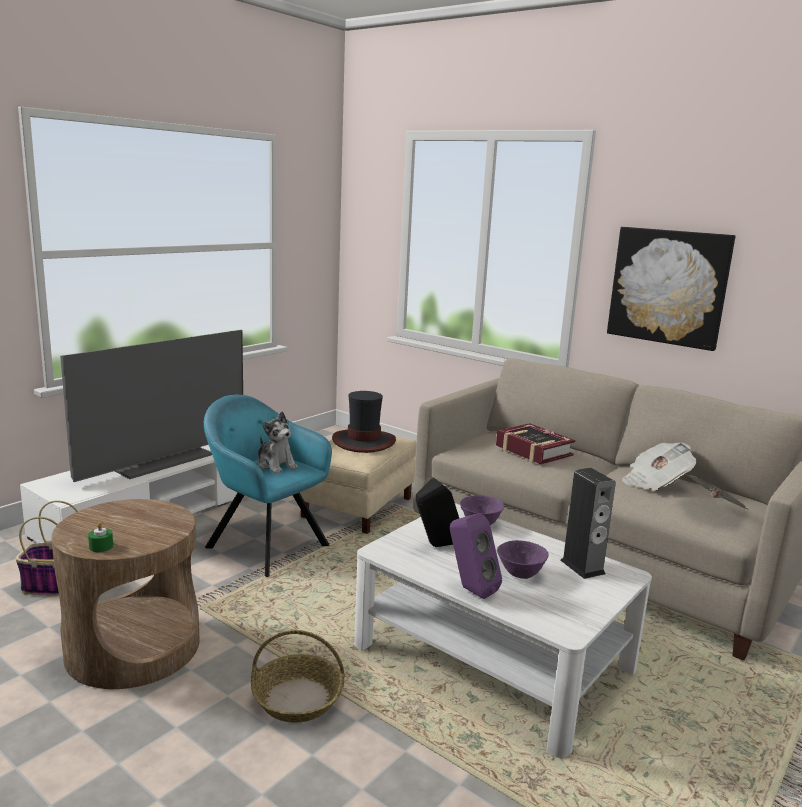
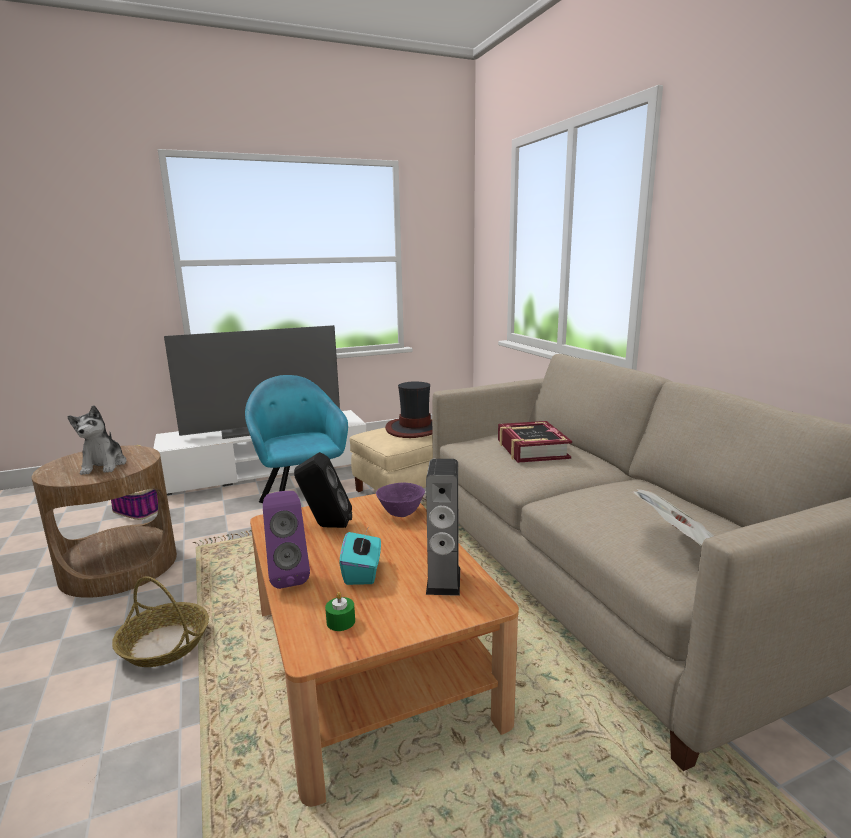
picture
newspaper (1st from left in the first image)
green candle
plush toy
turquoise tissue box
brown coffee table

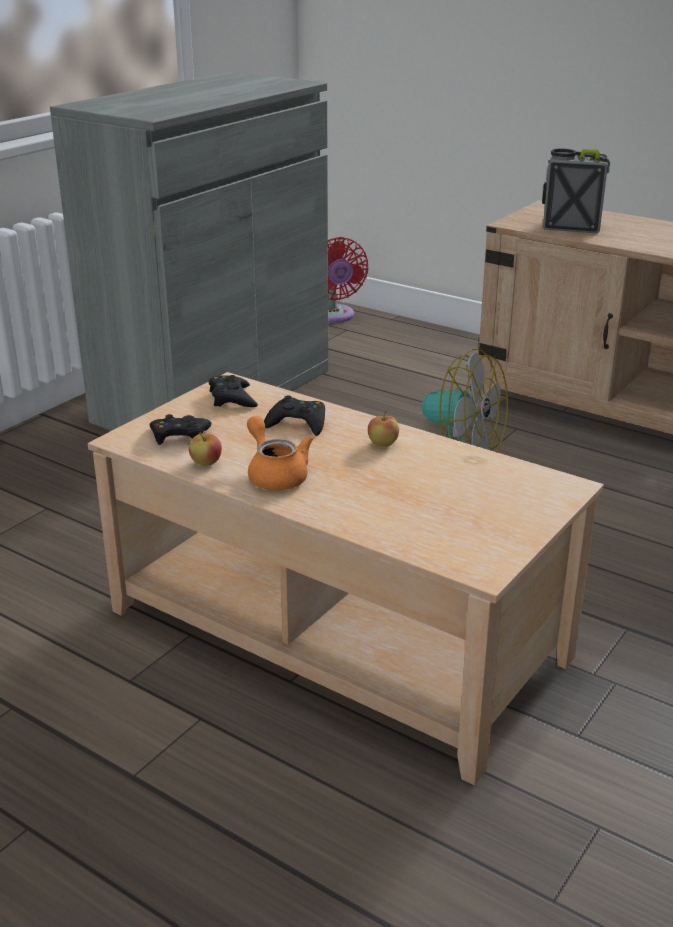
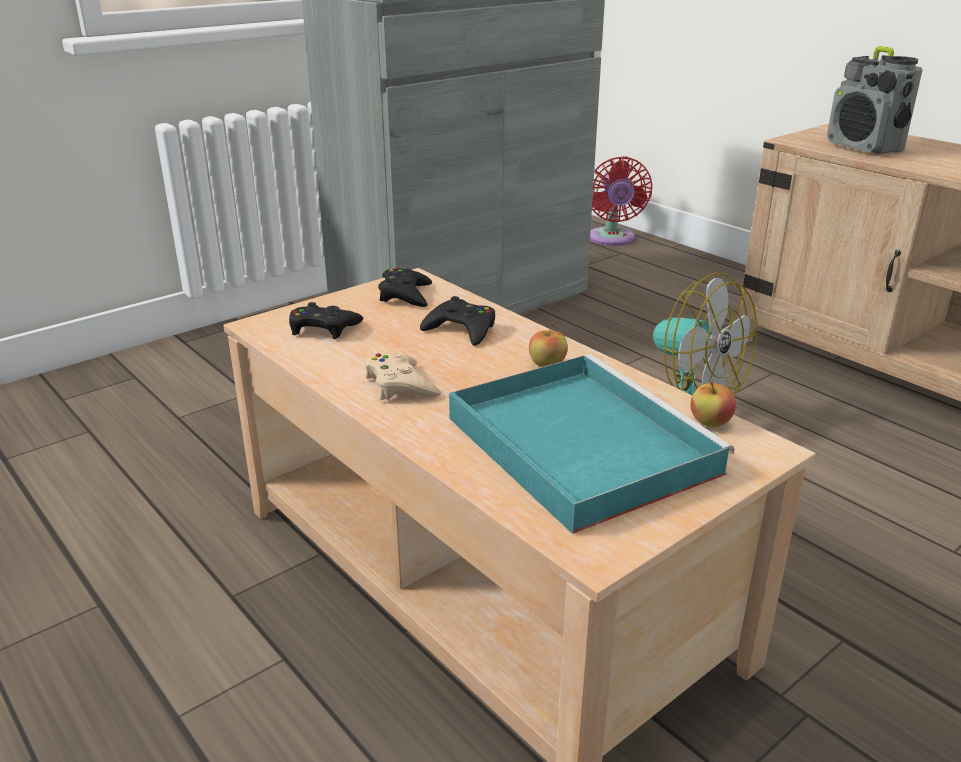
turquoise tray
apple (2nd from left)
beige game controller
radio

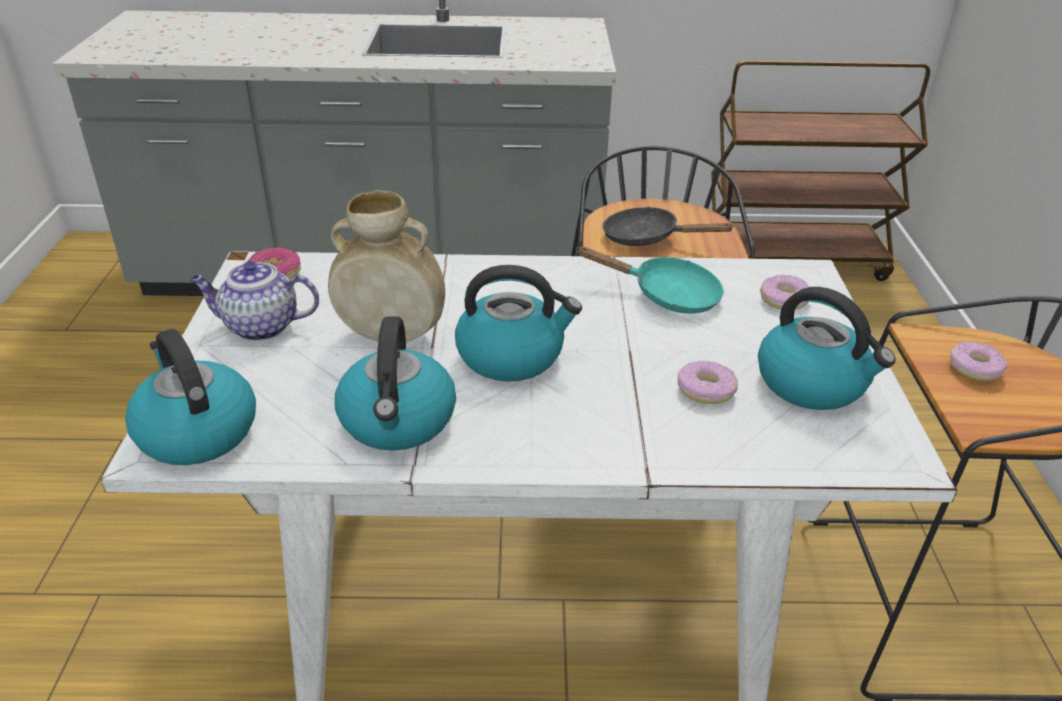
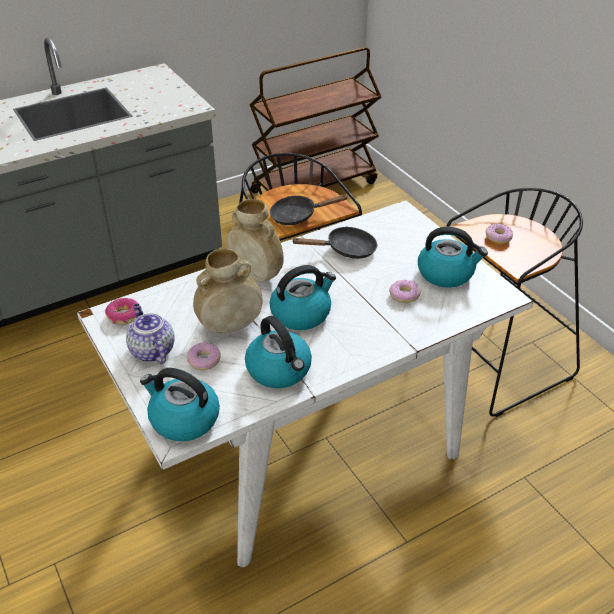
beige vase (2nd from left)
donut (2nd from left)
black frying pan (2nd from left)
teapot

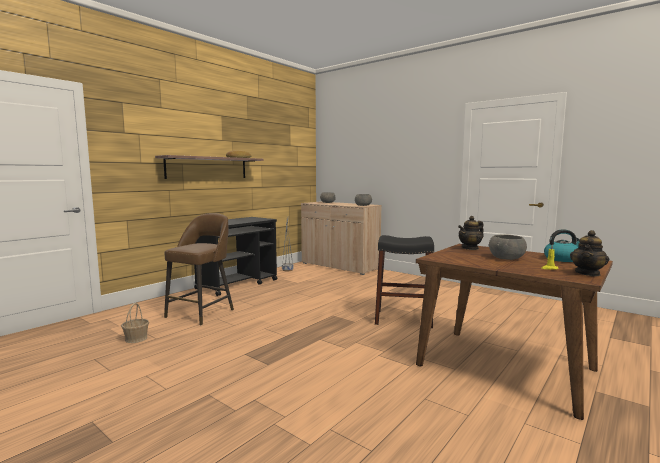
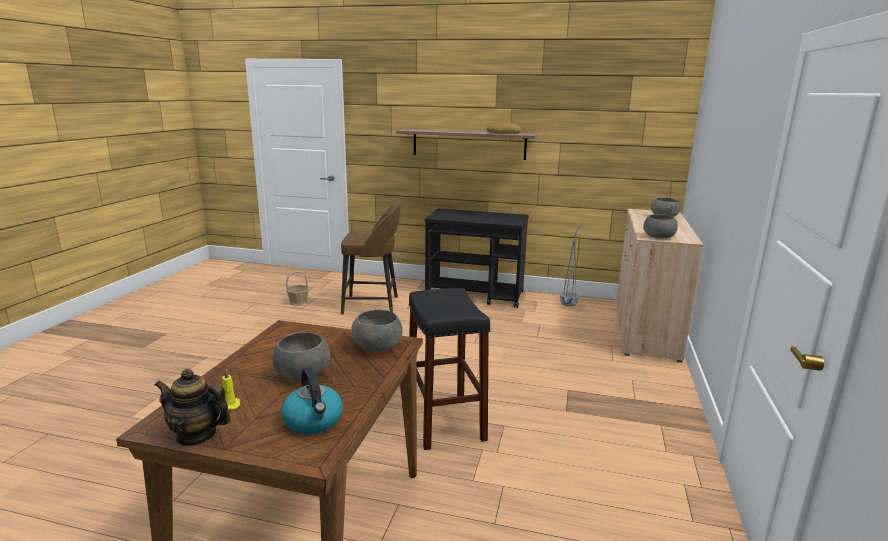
grey bowl (2nd from left)

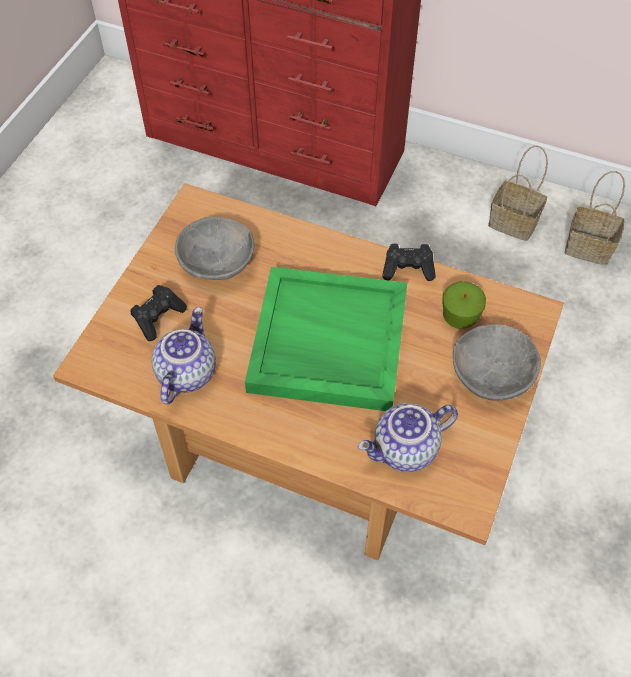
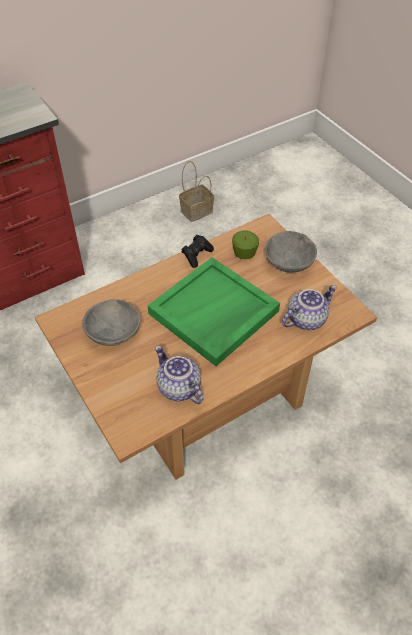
black game controller (1st from left in the first image)
basket (1st from left in the first image)
teapot (2nd from left)

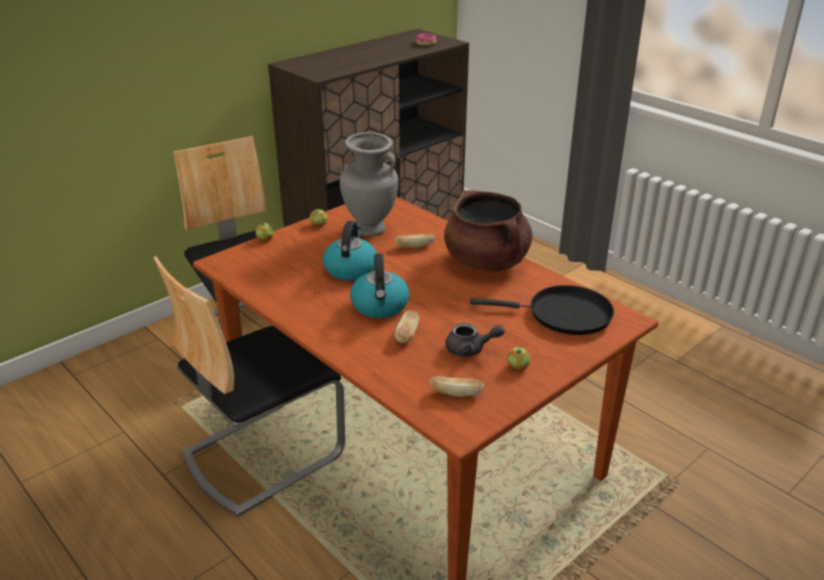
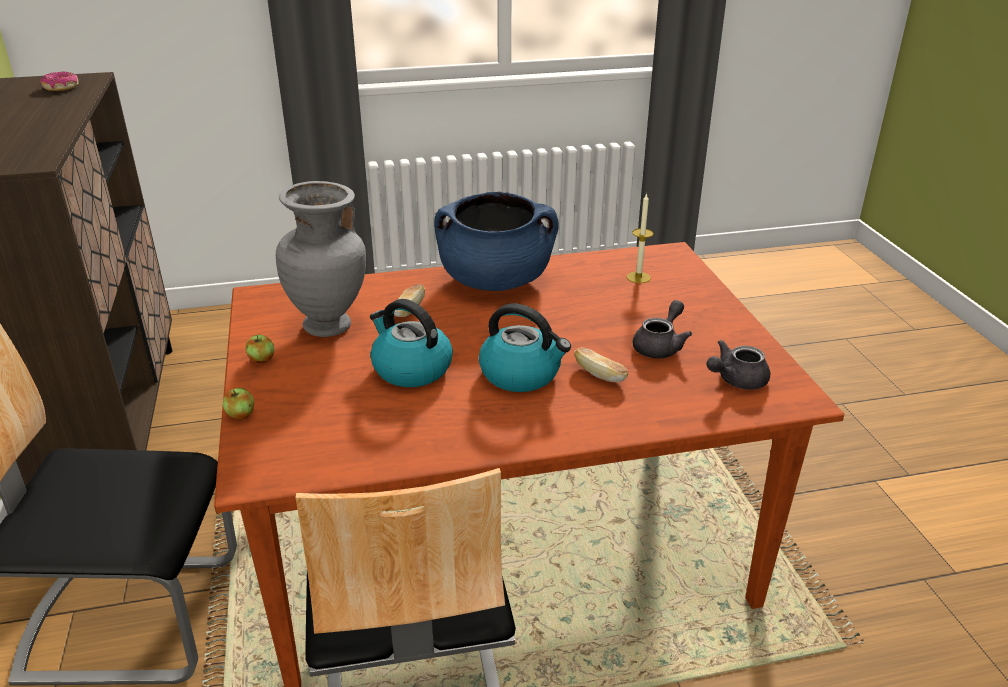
apple (3rd from left in the first image)
grey teapot (2nd from left)
candle
blue cooking pot

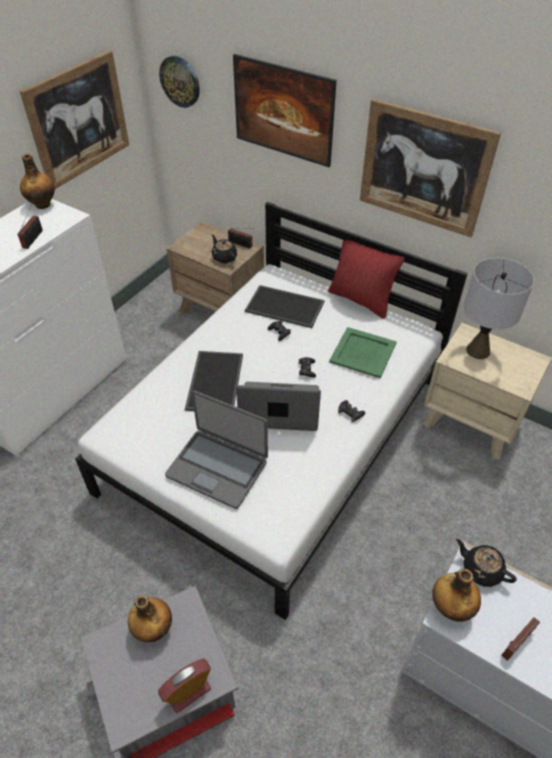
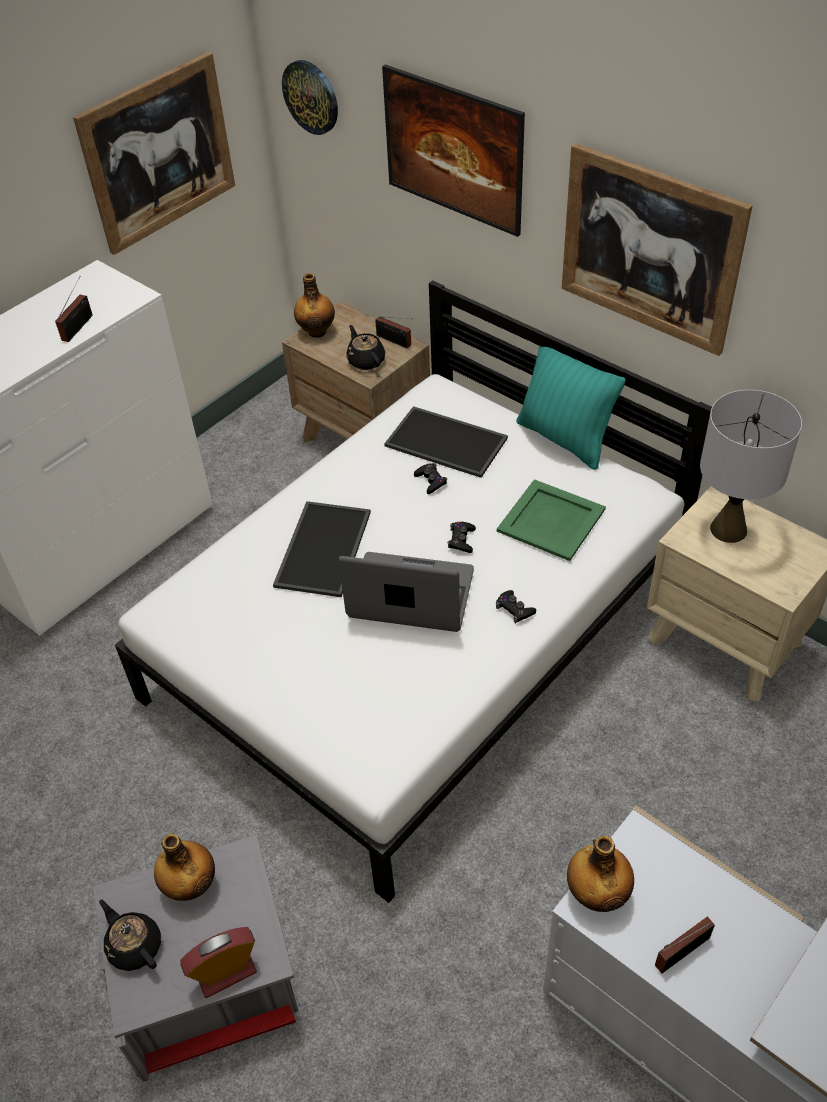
laptop (1st from left in the first image)
bottle (2nd from left)
black teapot (1st from left)
turquoise pillow

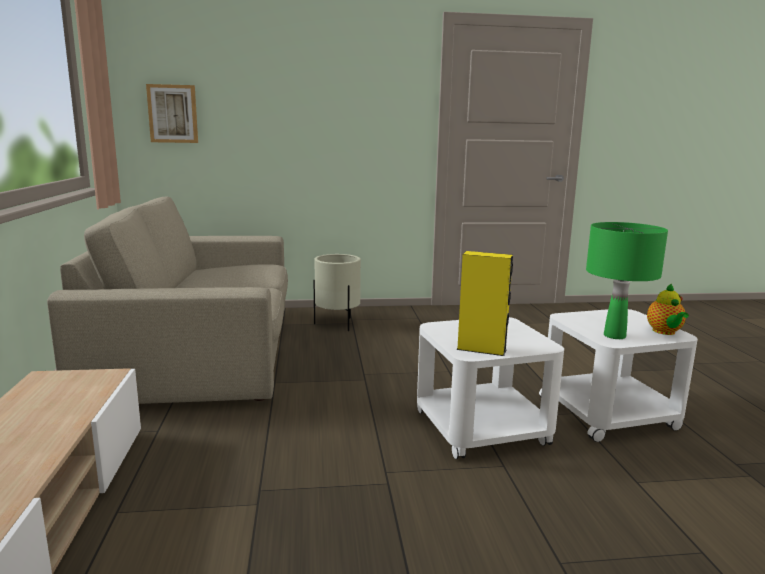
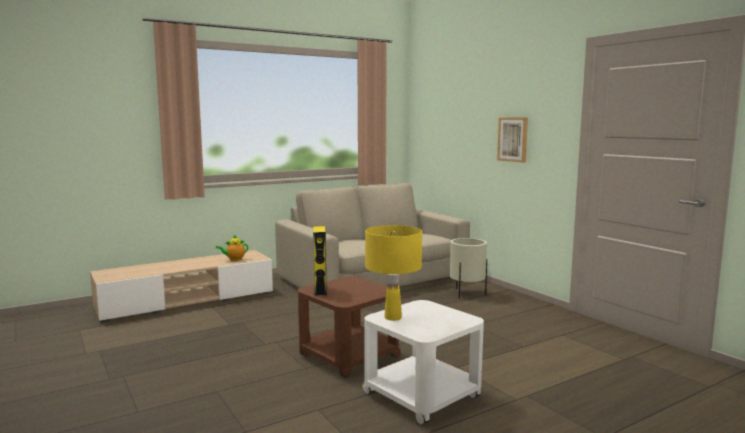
picture
teapot
brown side table
yellow table lamp

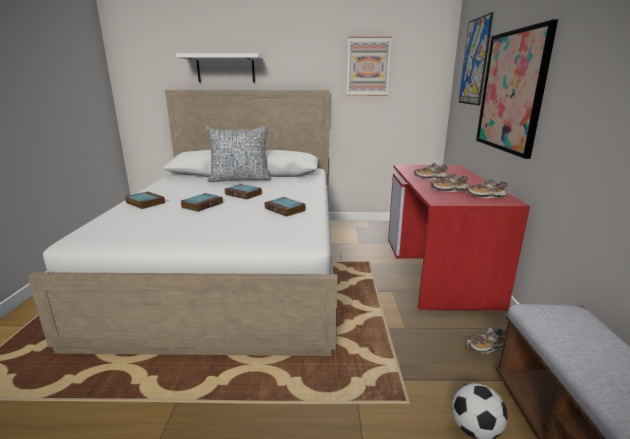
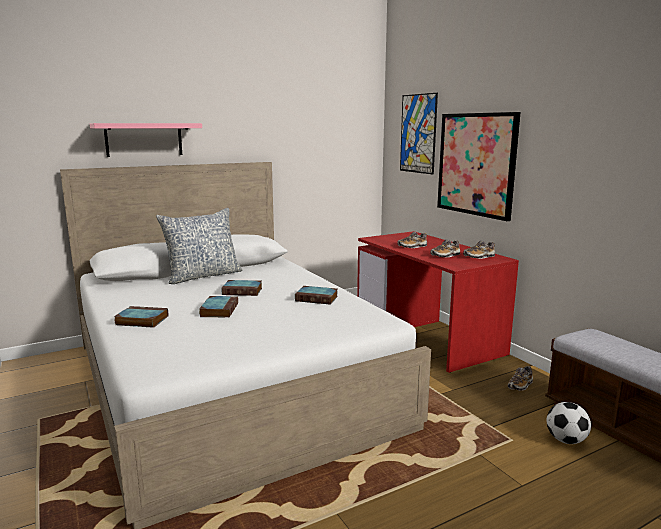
picture (1st from left in the first image)
pink shelf

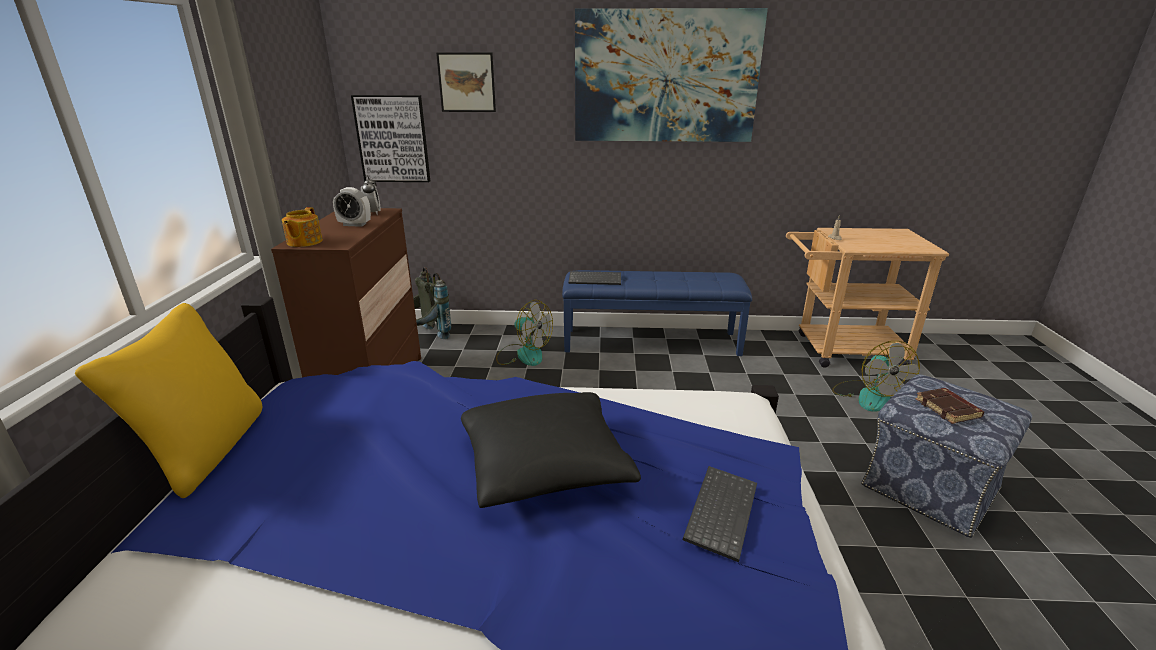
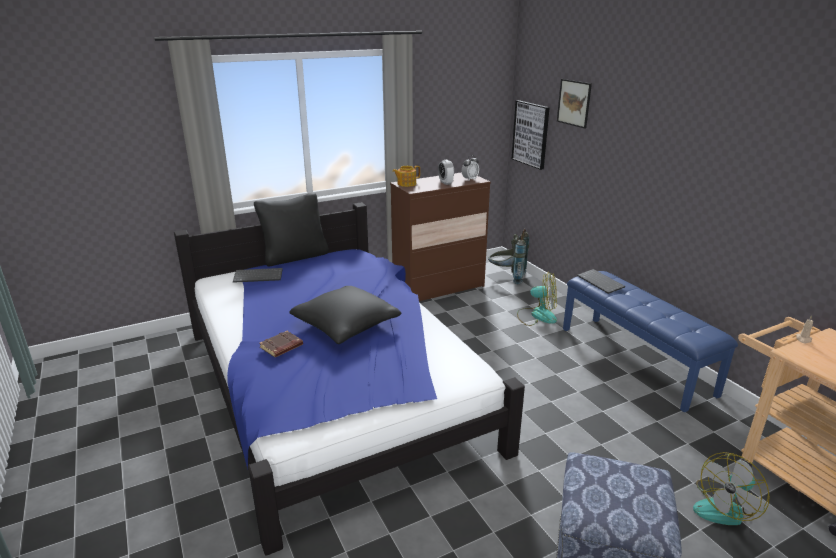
picture (3rd from left in the first image)
keyboard (1st from left)
brown book
black pillow (1st from left)
fan (1st from left)

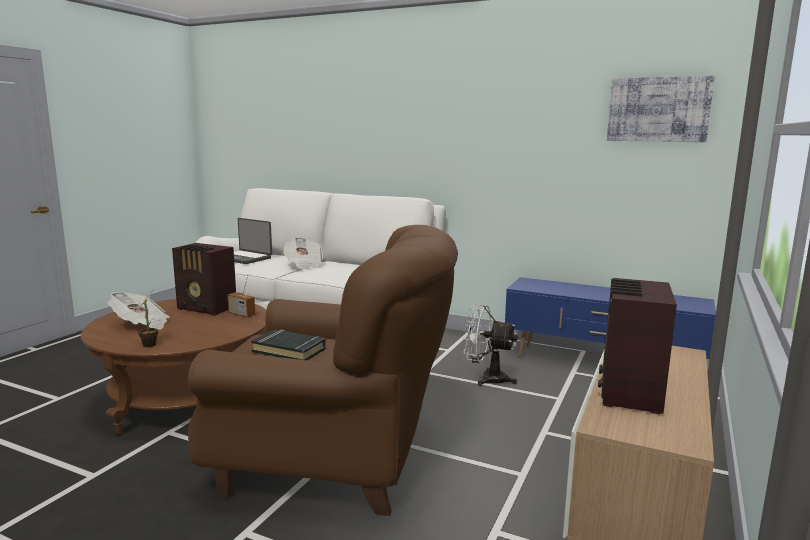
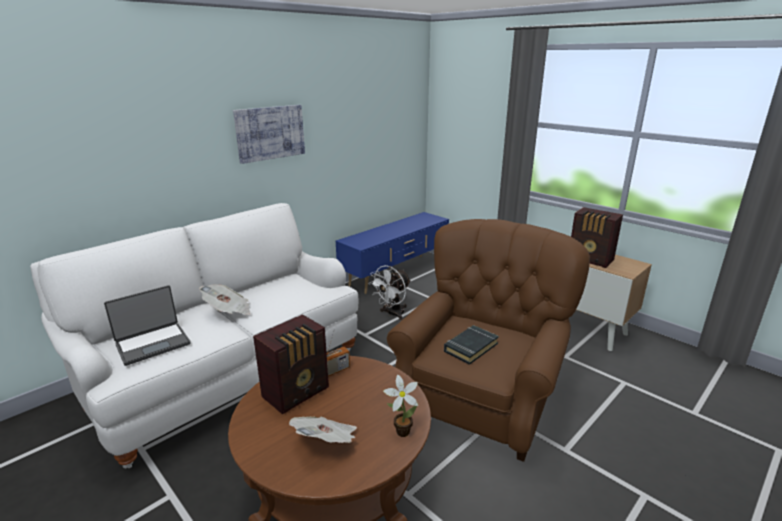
picture

